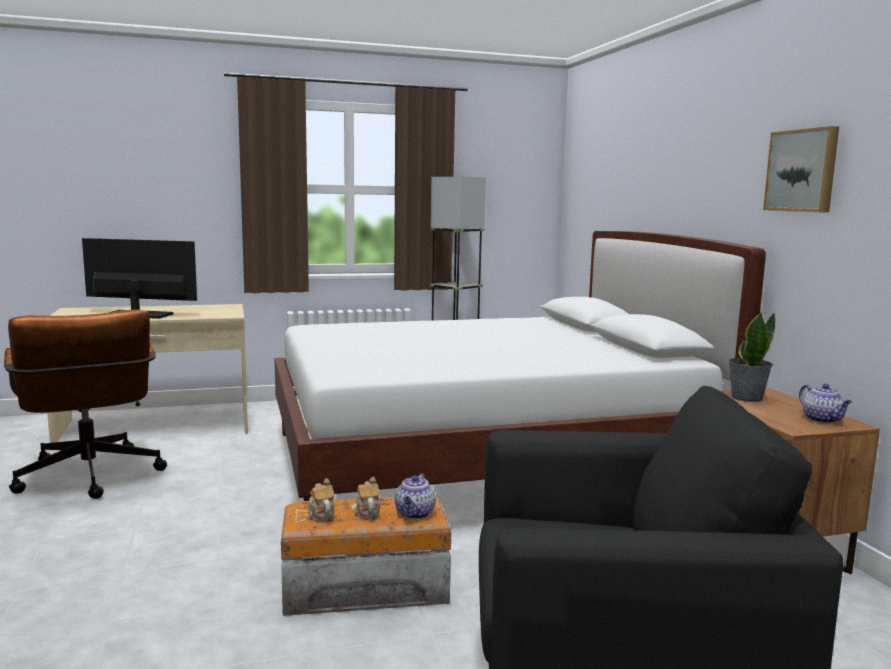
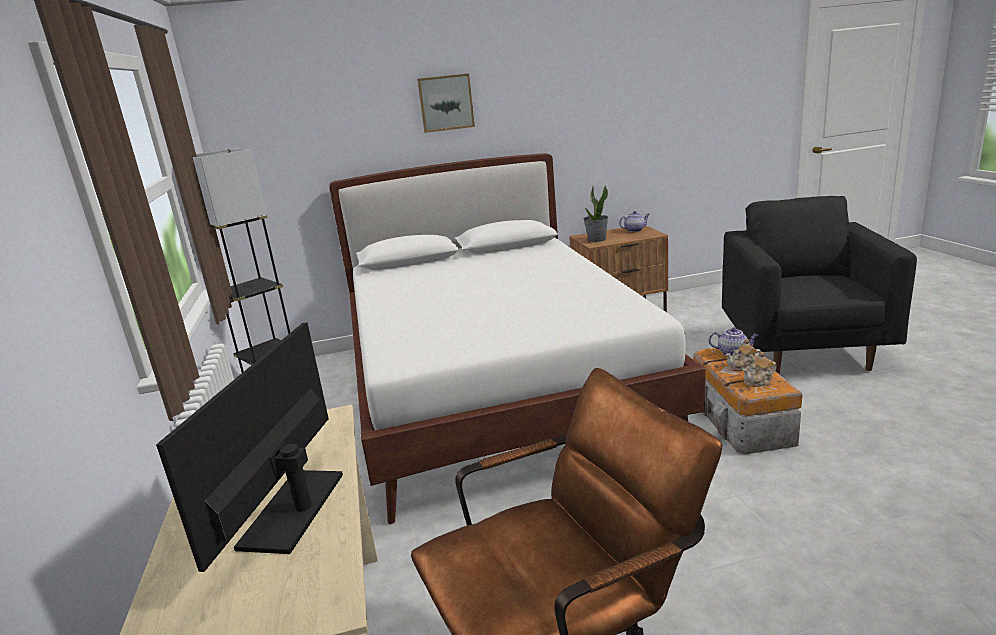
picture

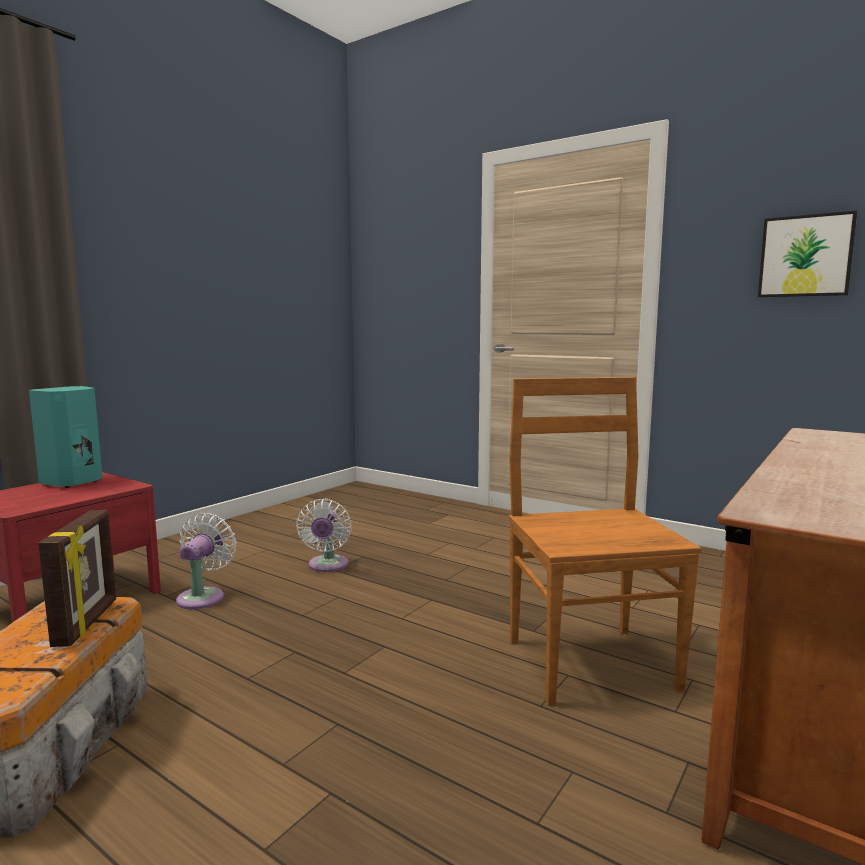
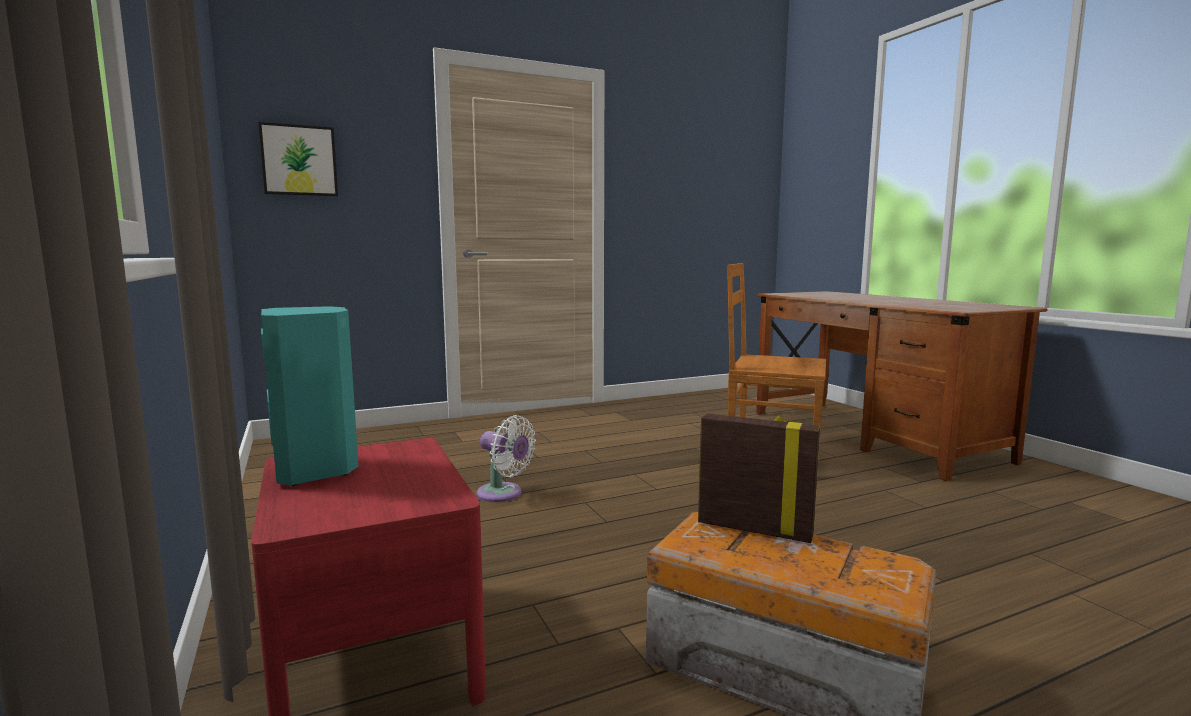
white fan (1st from left in the first image)
picture

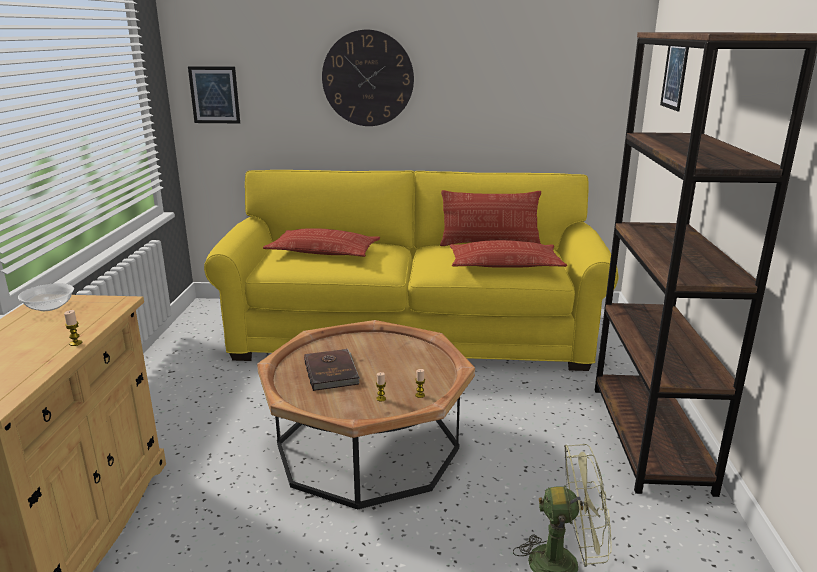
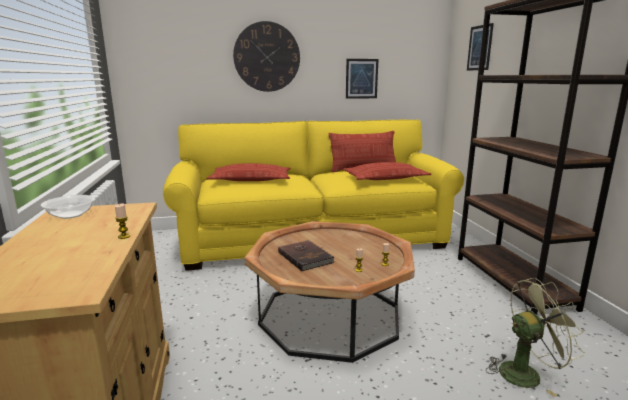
picture (1st from left)

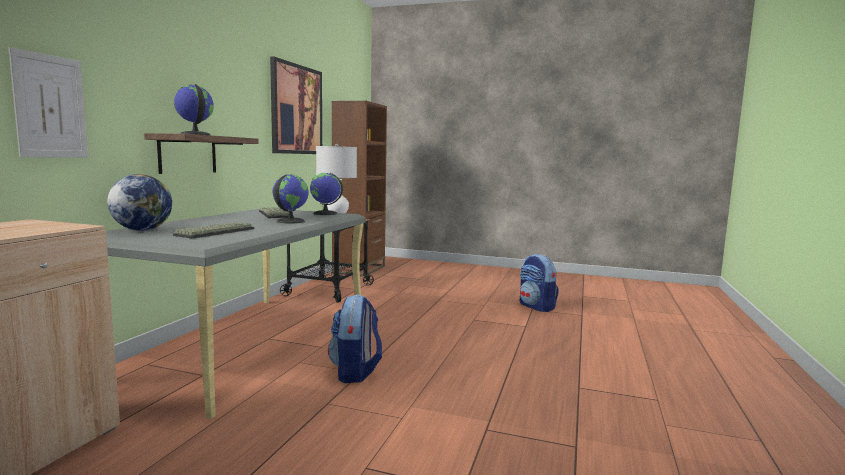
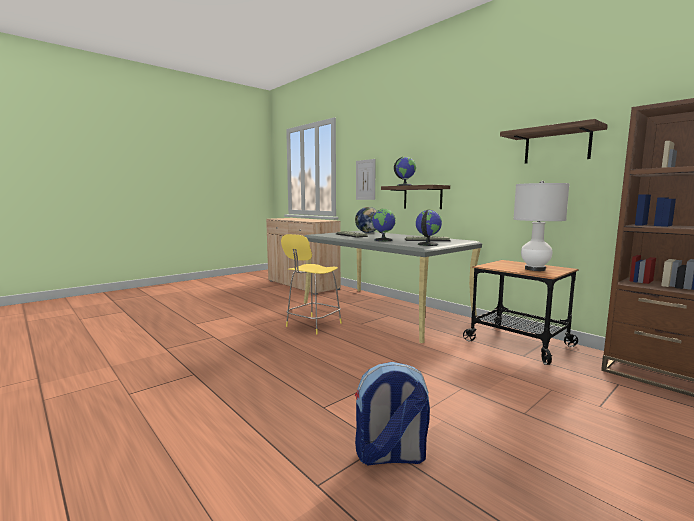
shelf (2nd from left)
yellow stool

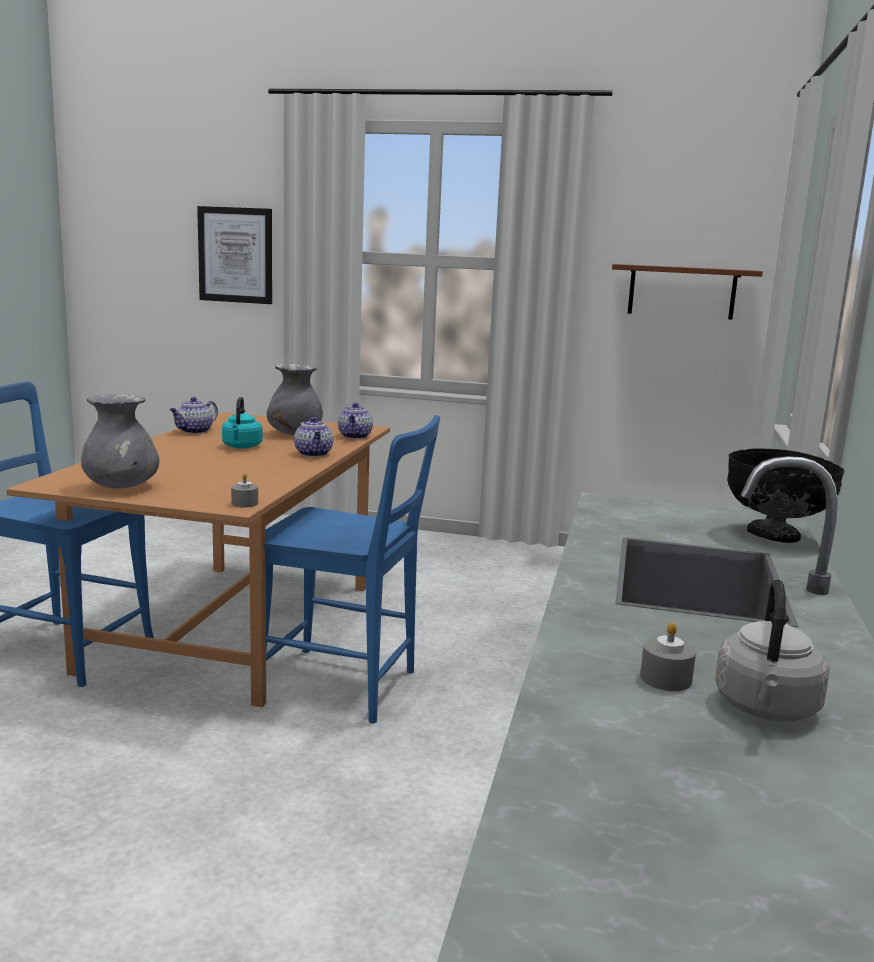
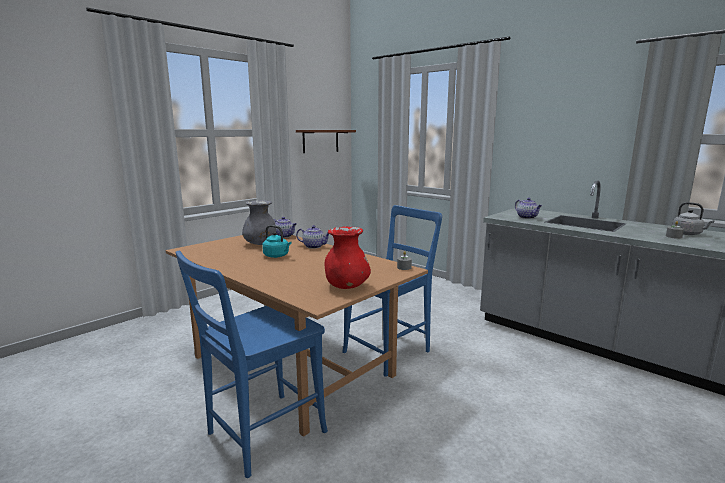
picture
black bowl
teapot (3rd from left)
red vase

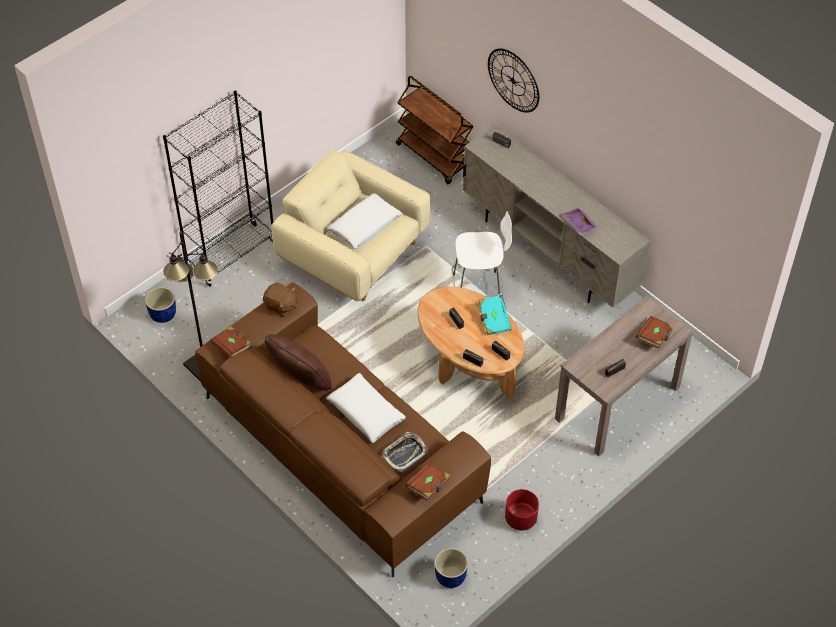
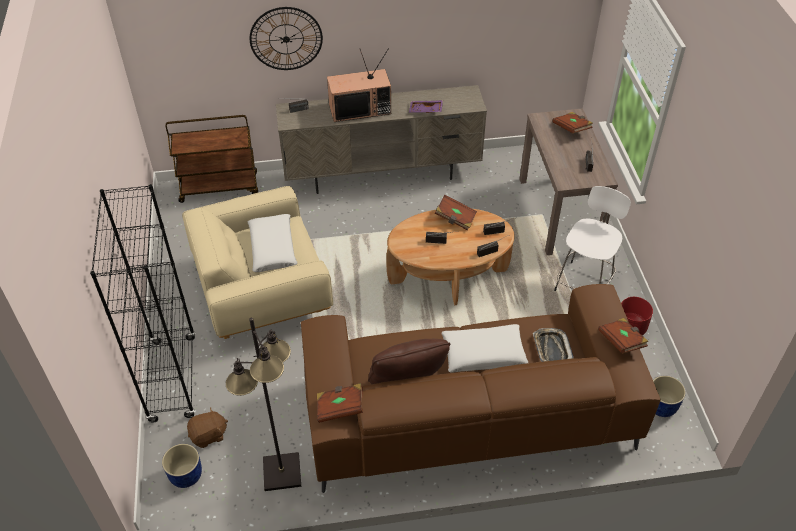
television
brown plush toy
white stool
brown book (2nd from left)

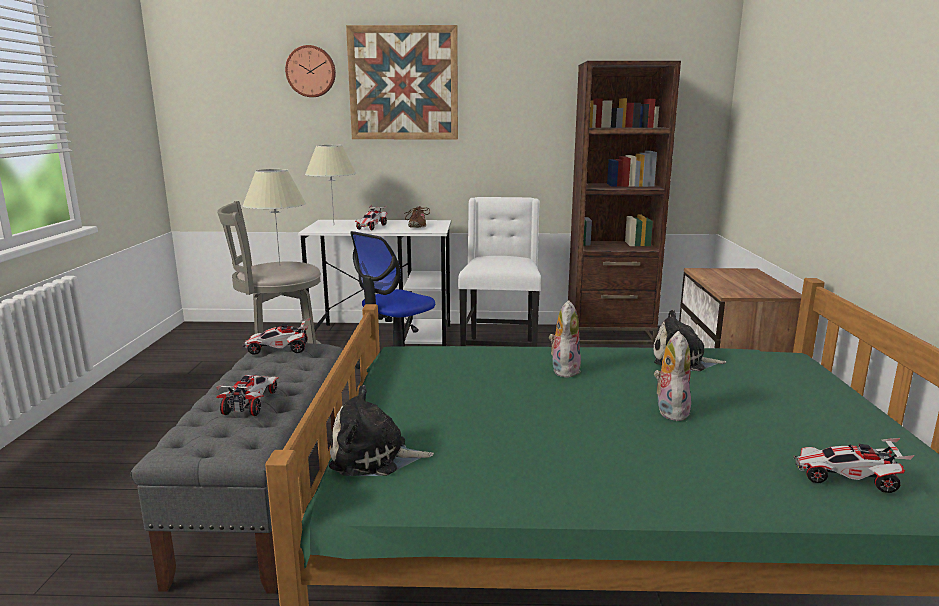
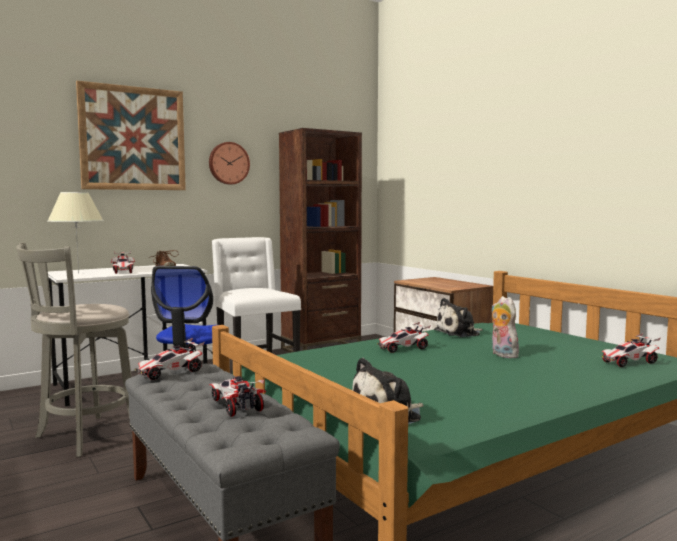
beige table lamp (1st from left in the first image)
wall clock
toy car (4th from left)

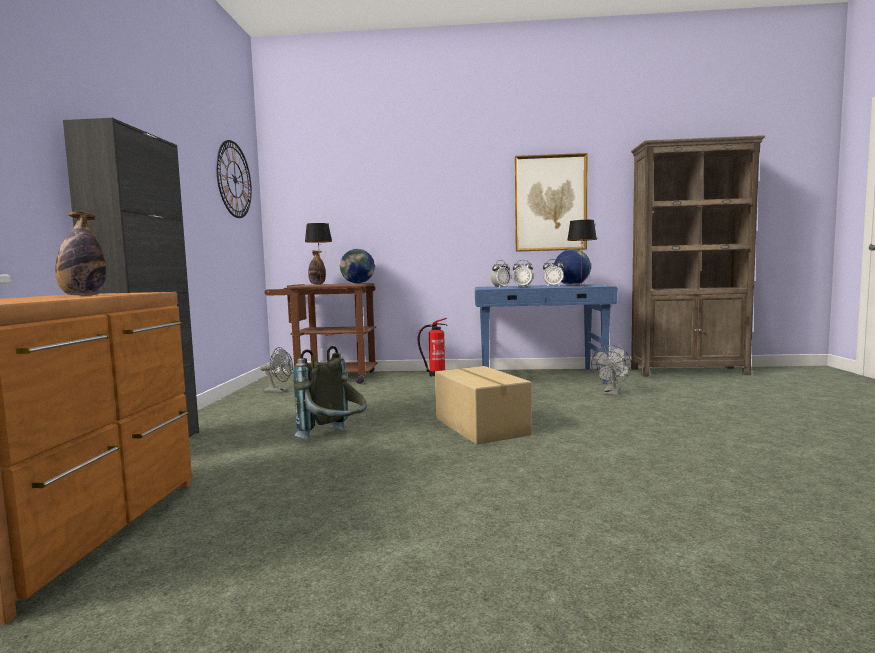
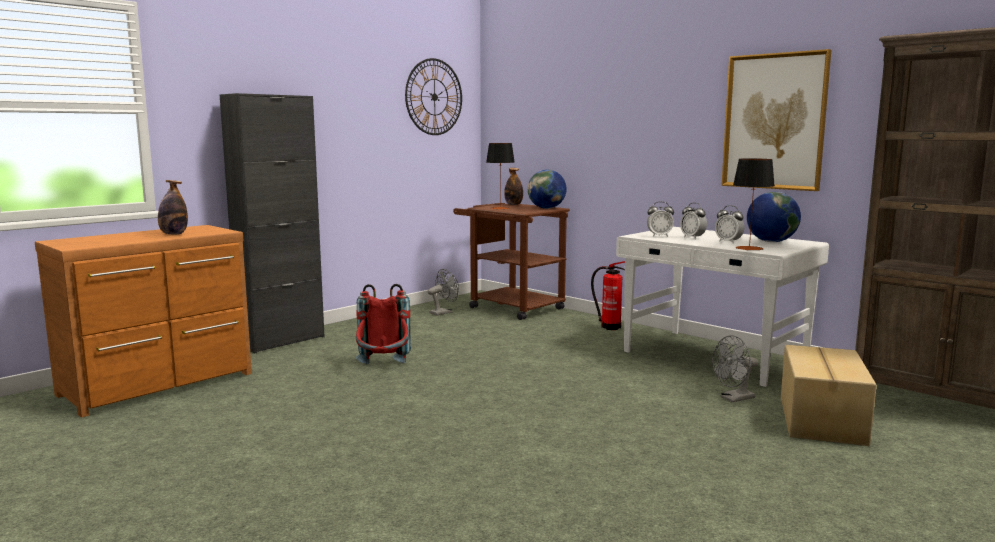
cardboard box
red backpack
white desk
grey fan (1st from left)

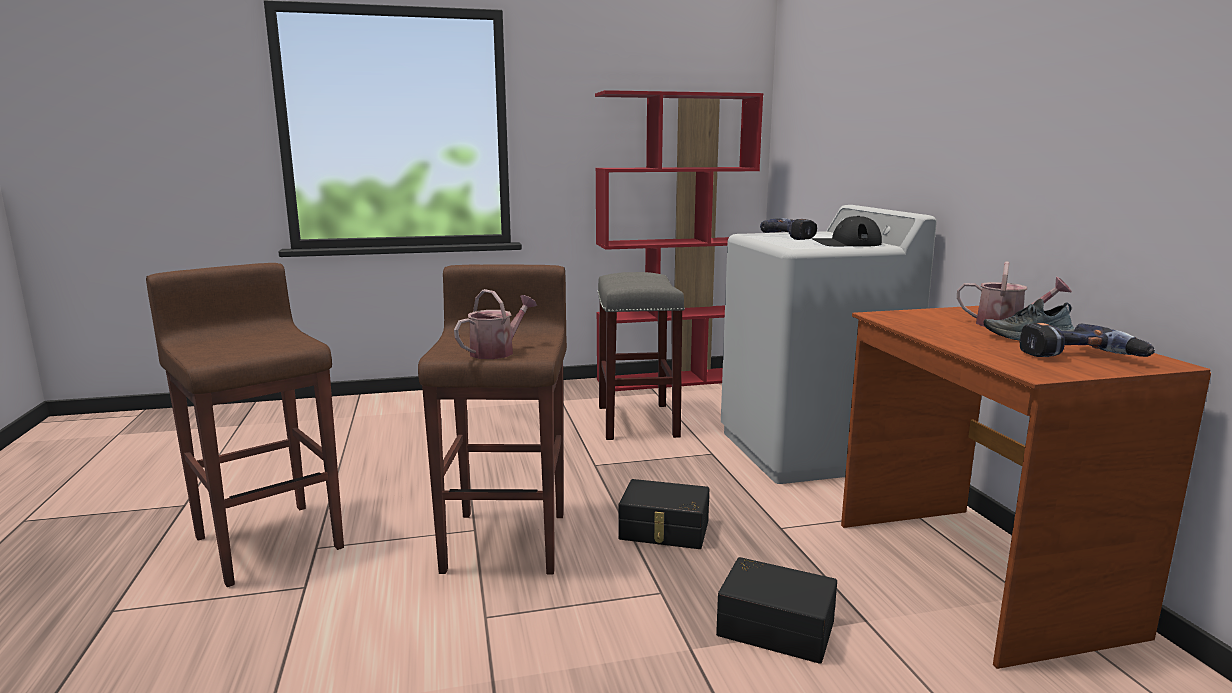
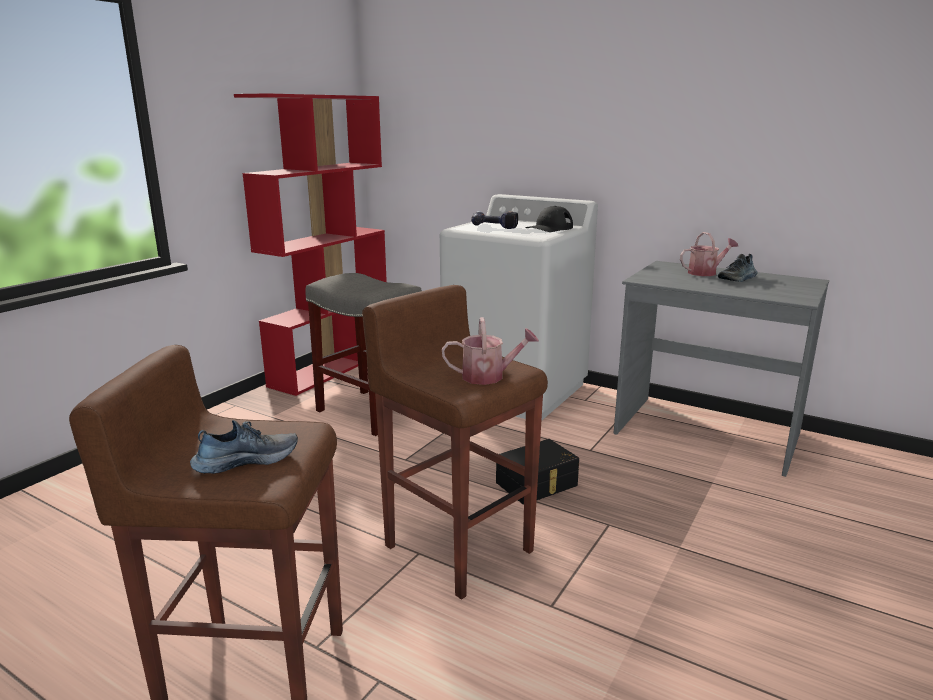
black storage box (2nd from left in the first image)
power drill (2nd from left in the first image)
shoe (1st from left)
grey desk
watering can (1st from left)

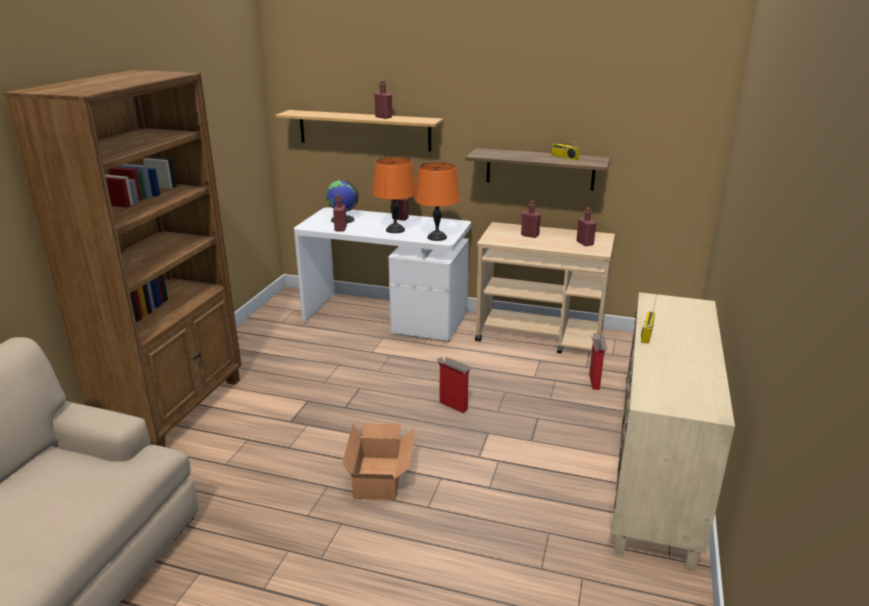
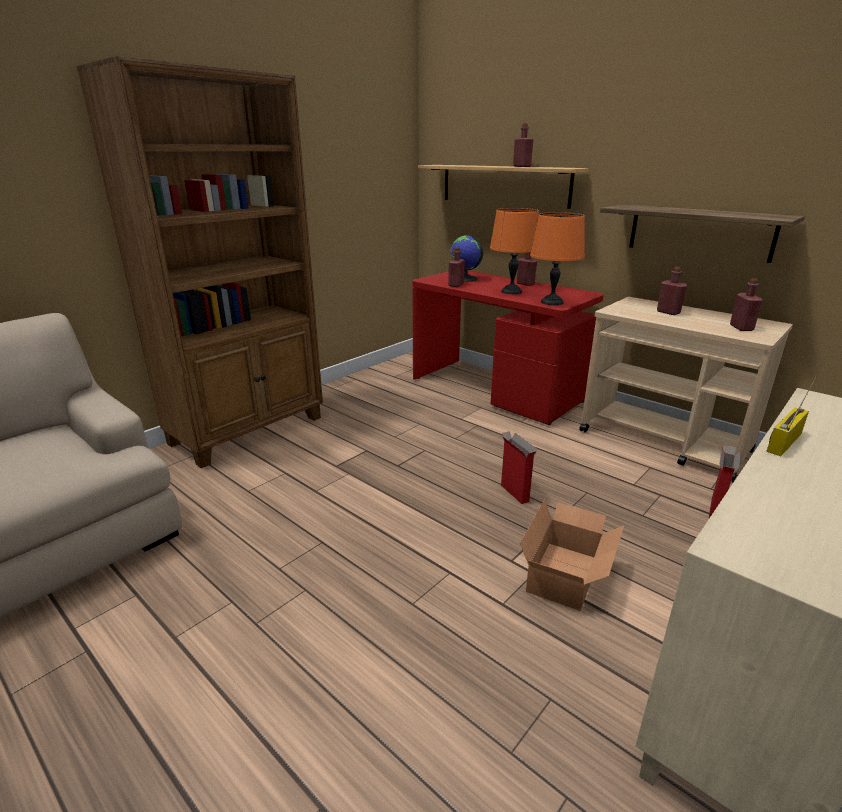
radio (1st from left in the first image)
cardboard box (2nd from left)
red desk

